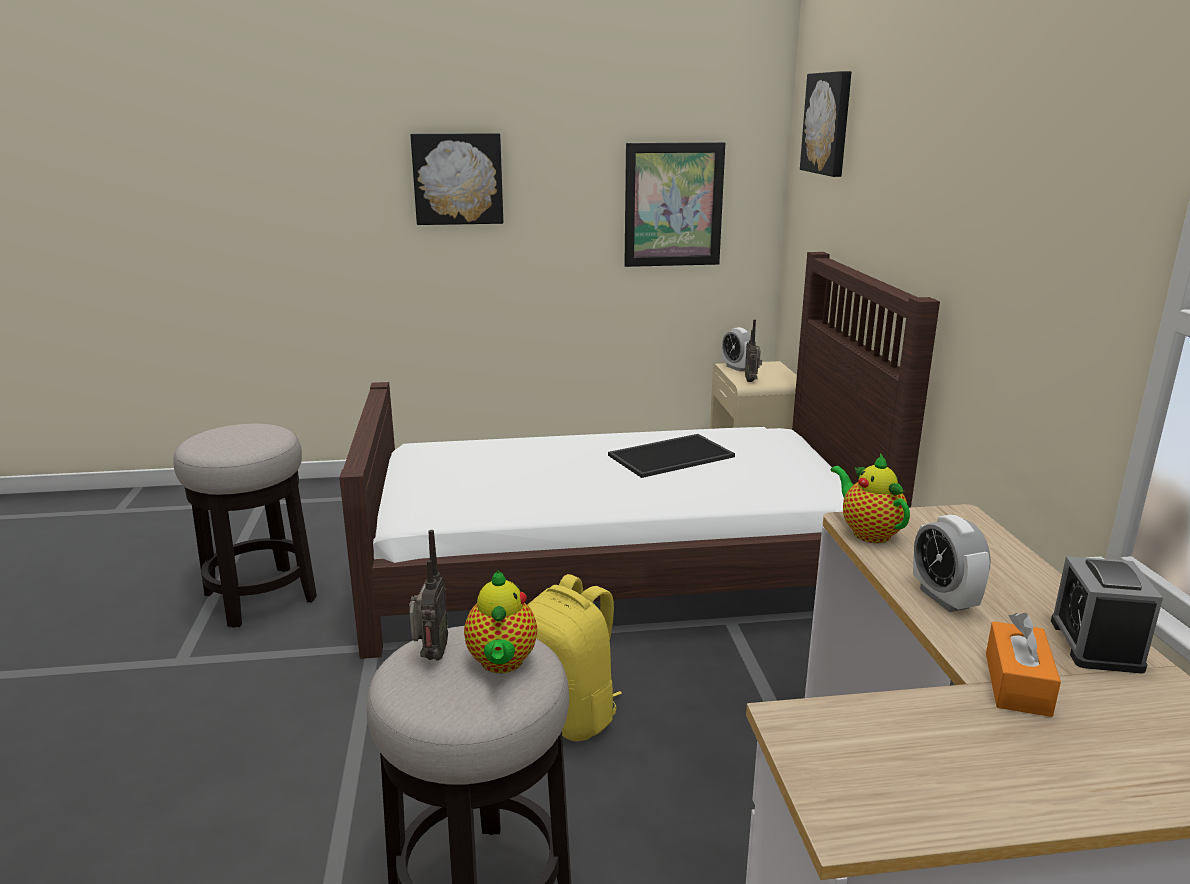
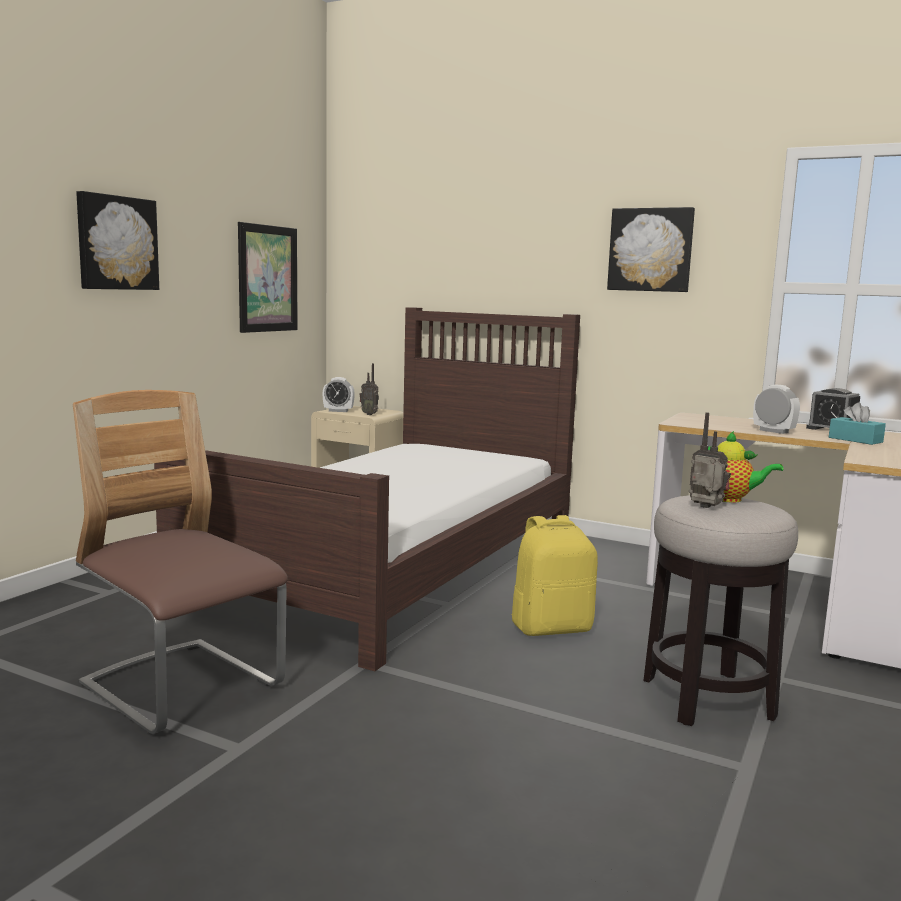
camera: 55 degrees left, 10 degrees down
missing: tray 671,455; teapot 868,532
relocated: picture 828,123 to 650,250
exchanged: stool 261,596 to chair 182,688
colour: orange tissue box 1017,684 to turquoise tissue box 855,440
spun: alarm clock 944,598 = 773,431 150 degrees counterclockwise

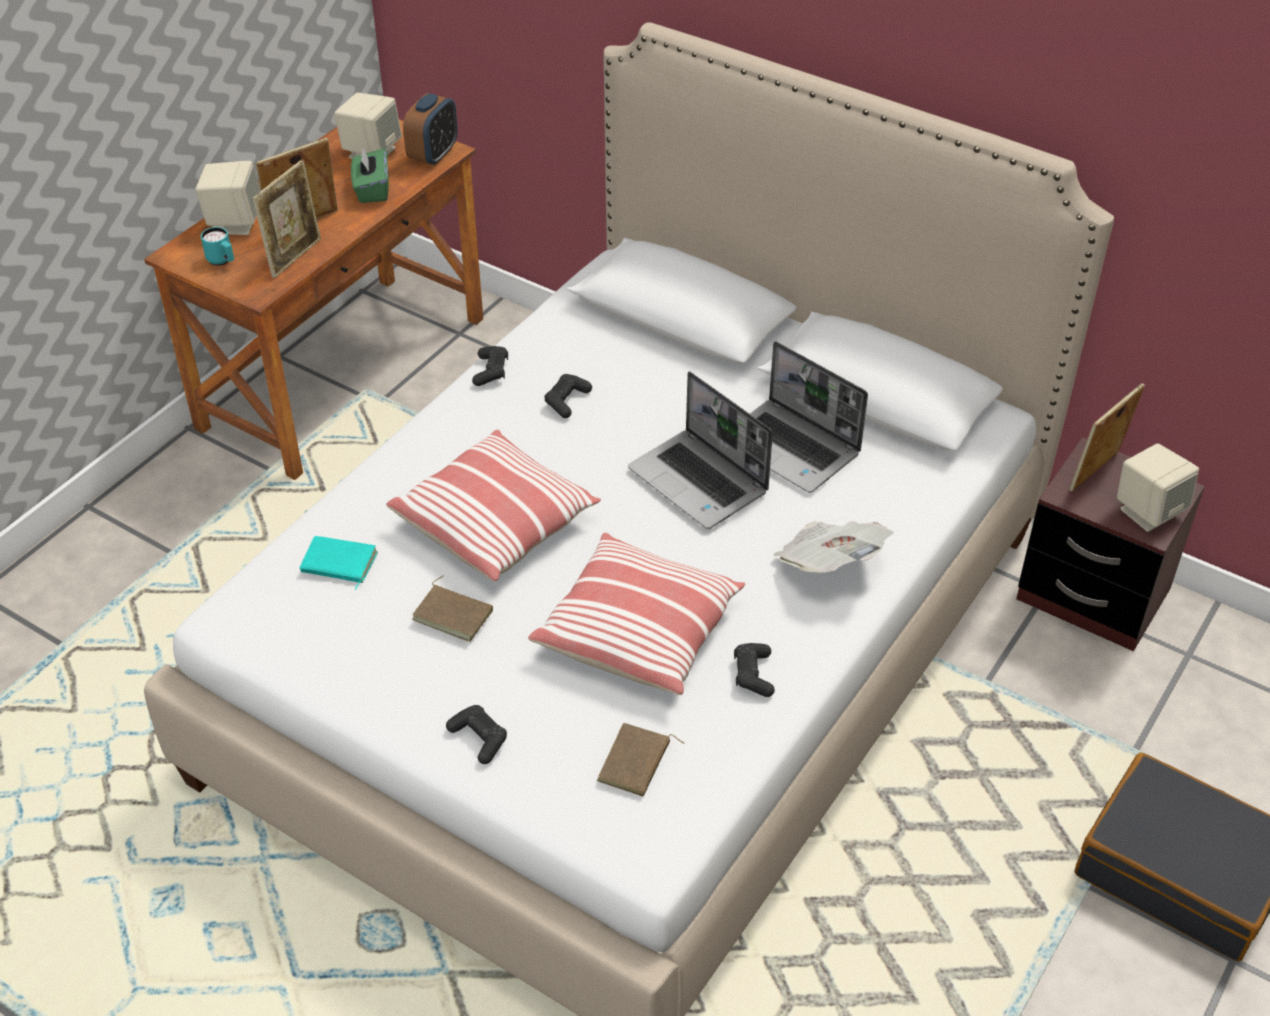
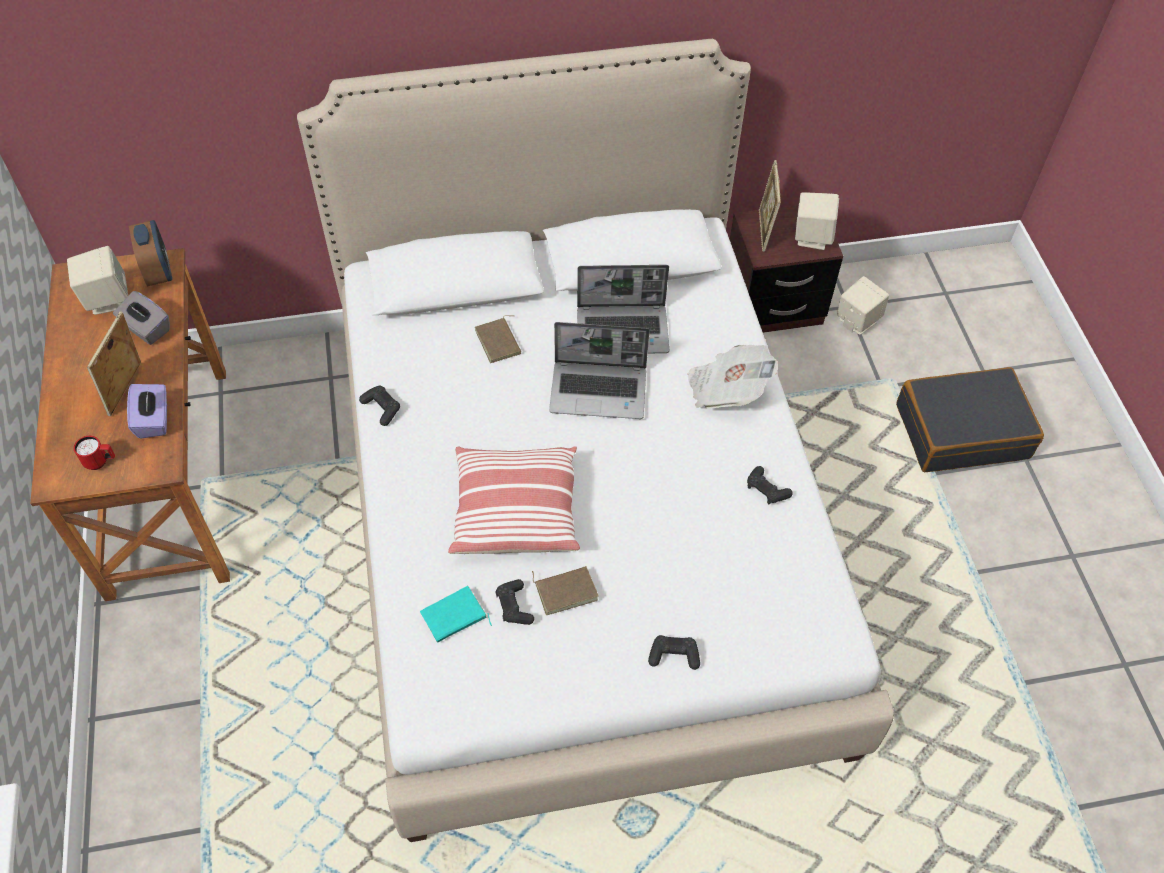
camera: 45 degrees left, 10 degrees up
missing: pillow 638,631
relocated: beige speaker 234,222 to 857,321; black game controller 567,401 to 514,606; brown book 636,763 to 499,342
exchanged: picture frame 294,257 to purple tissue box 154,420
colour: turquoise mug 222,261 to red mug 100,462; green tissue box 372,190 to grey tissue box 146,329

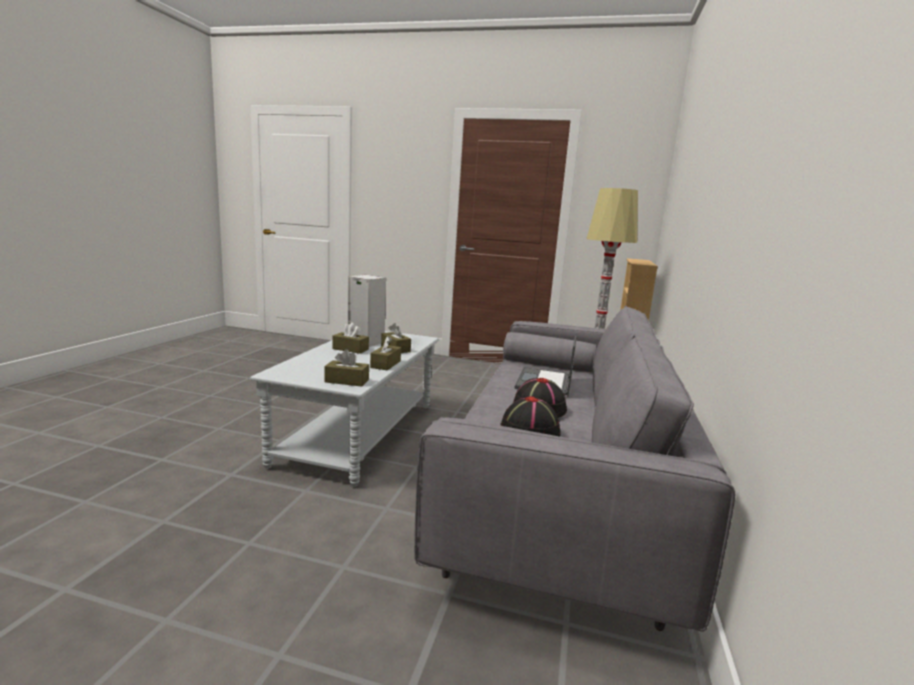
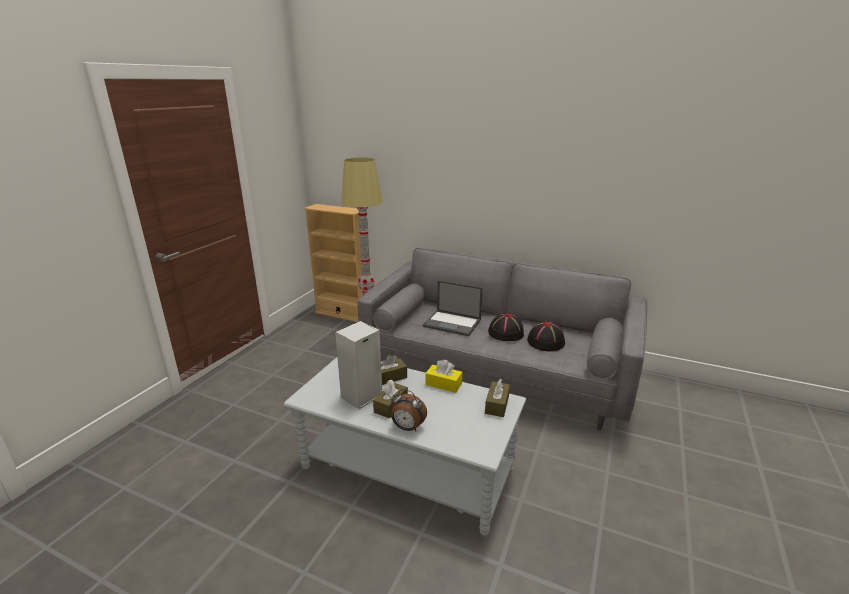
camera: 80 degrees left, 10 degrees up
appeared: alarm clock 407,428
colour: brown tissue box 385,364 to yellow tissue box 443,384

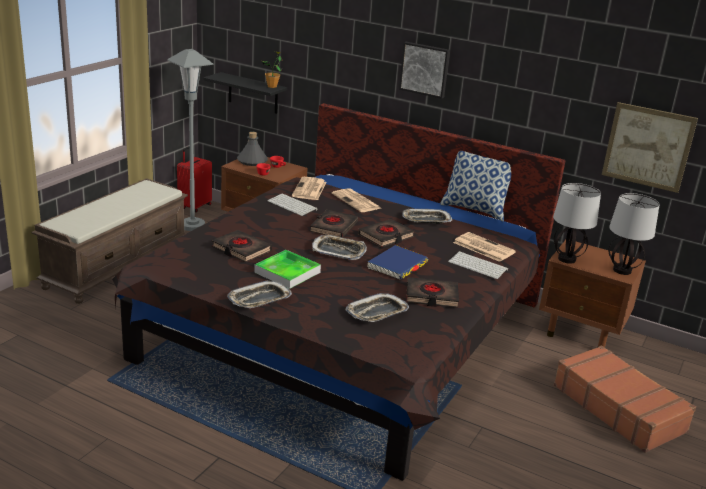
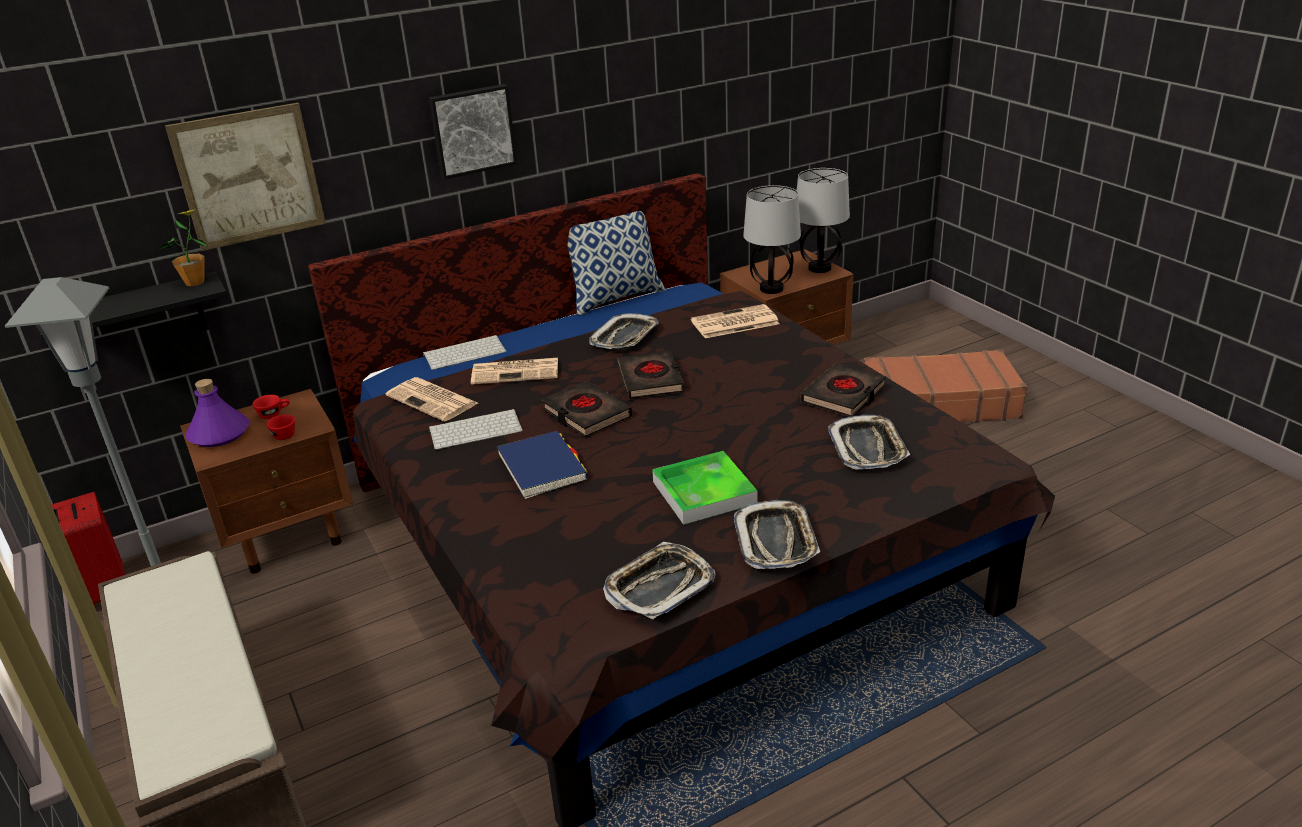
camera: 55 degrees left, 5 degrees up
missing: black book 241,249
relocated: tray 338,251 to 659,586; blue book 397,265 to 542,468; keyboard 479,266 to 465,353; picture 648,147 to 249,176
colour: grey bottle 252,161 to purple bottle 220,434

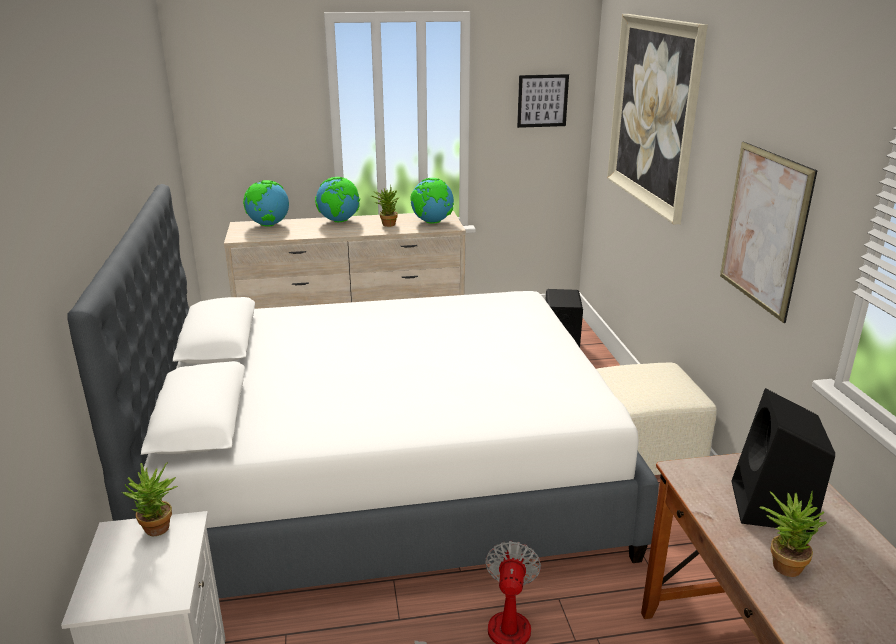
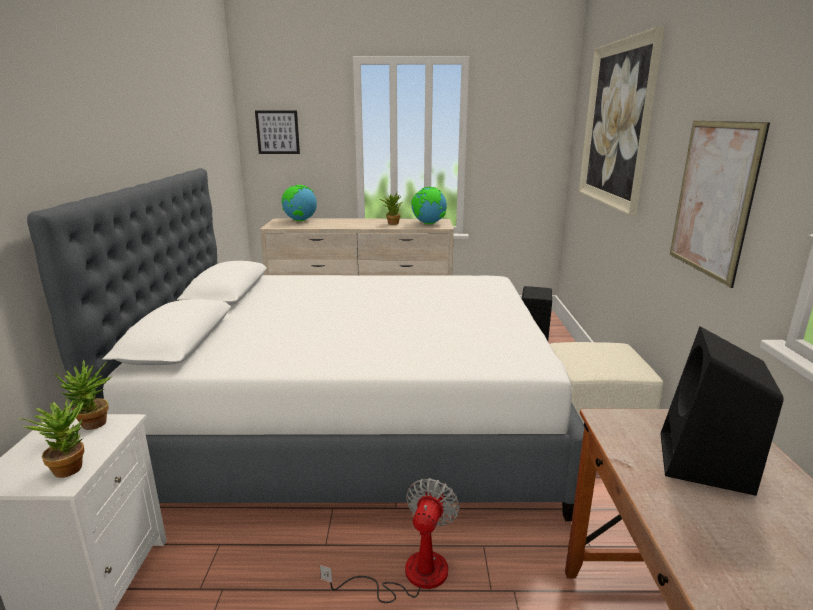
camera: 10 degrees right, 5 degrees down
missing: globe 339,221
relocated: picture 542,100 to 277,132; potted plant 782,563 to 70,466

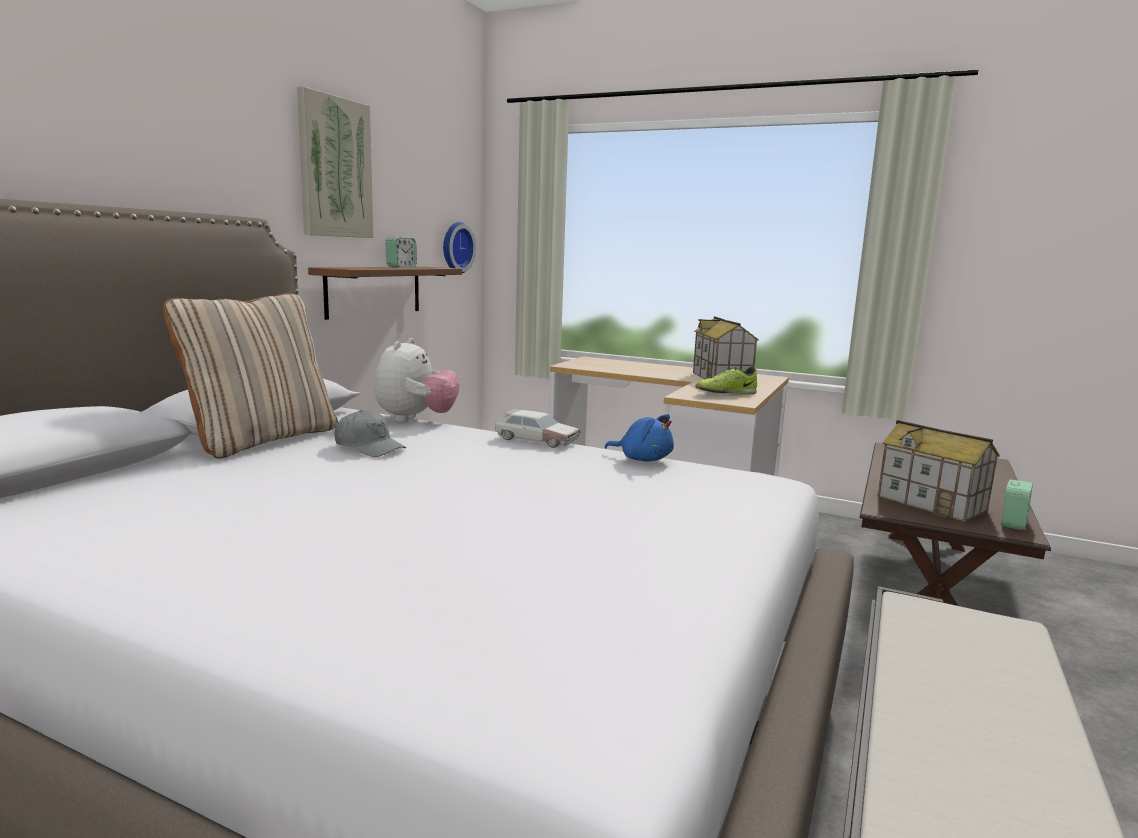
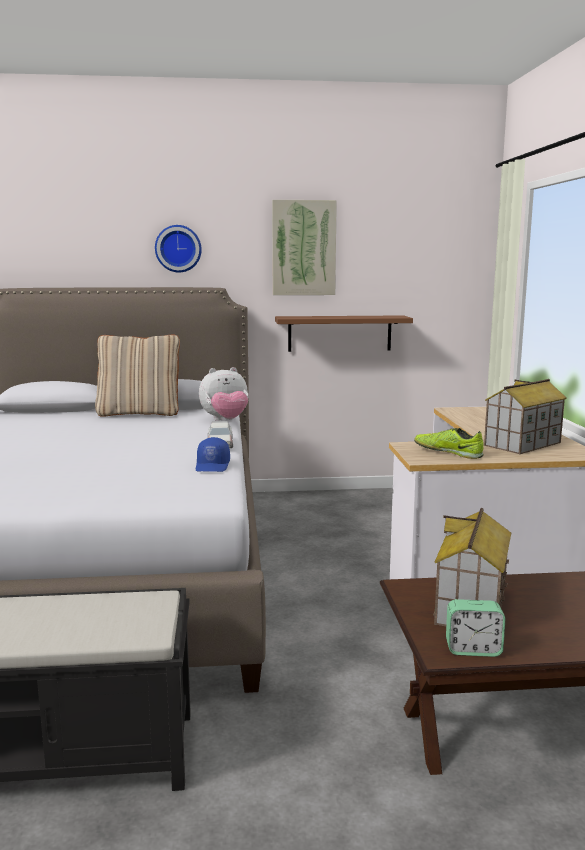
camera: 60 degrees right, 0 degrees up
missing: grey cap 369,447; alarm clock 401,267
relocated: wall clock 455,247 to 178,248
exchanged: blue plush toy 643,459 to blue cap 213,466

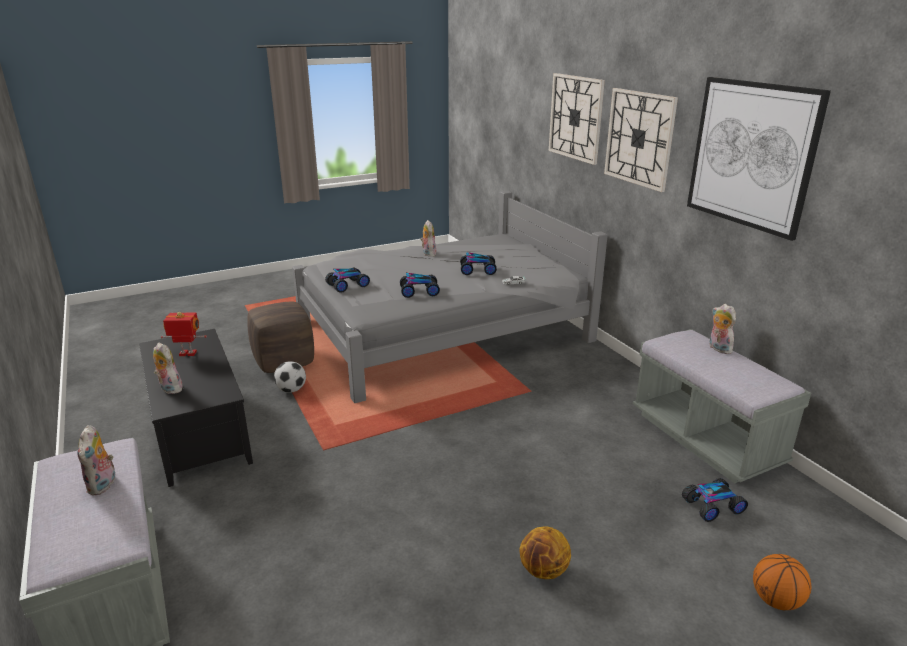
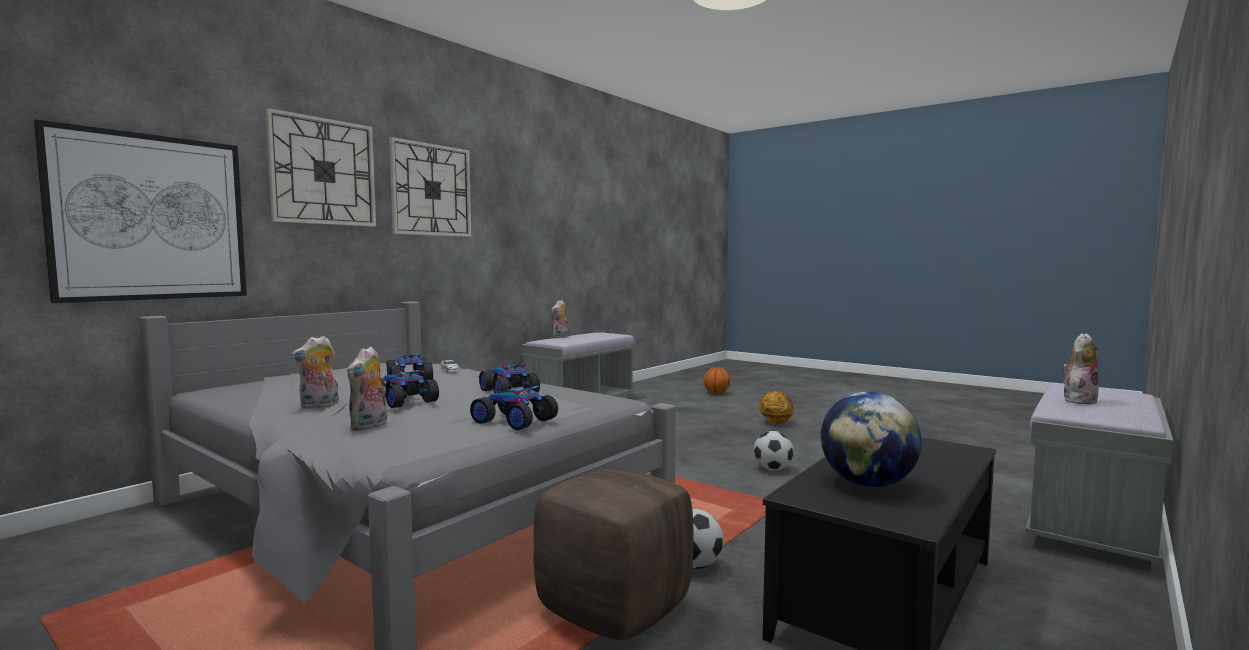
camera: 115 degrees left, 20 degrees down
appeared: football 773,469
relocated: plush toy 169,389 to 370,426; toy car 713,506 to 404,400; picture 751,155 to 151,217
exchanged: toy robot 187,354 to globe 867,484

